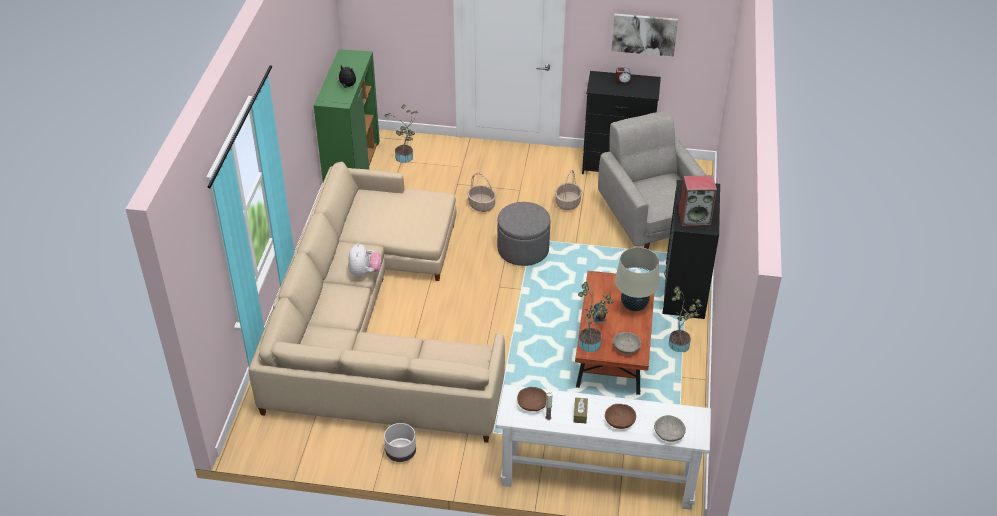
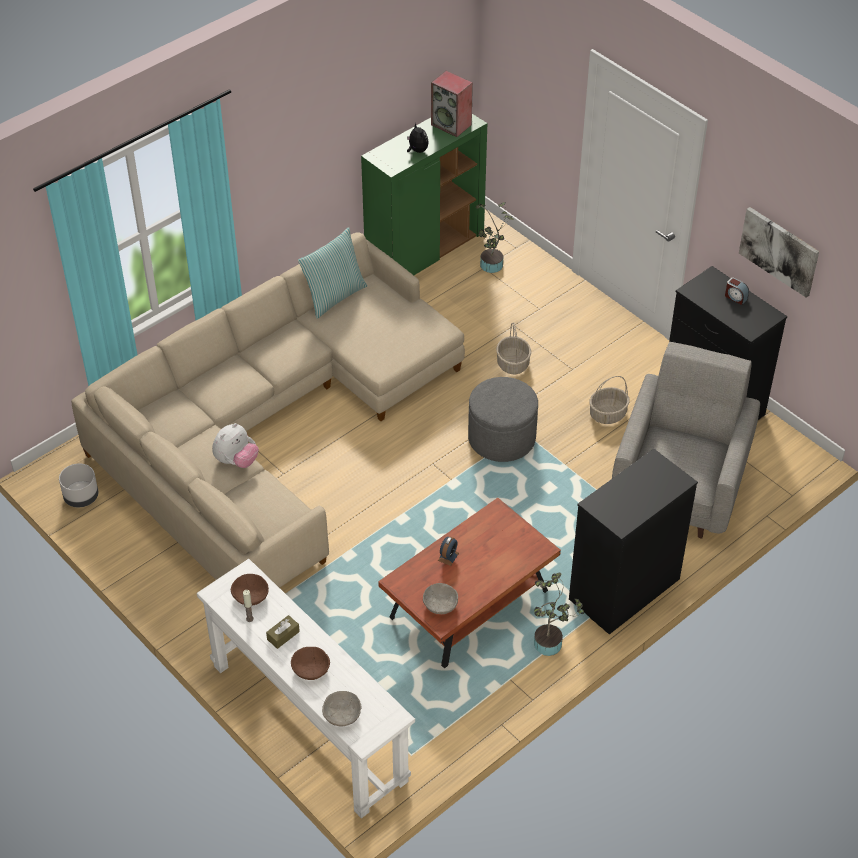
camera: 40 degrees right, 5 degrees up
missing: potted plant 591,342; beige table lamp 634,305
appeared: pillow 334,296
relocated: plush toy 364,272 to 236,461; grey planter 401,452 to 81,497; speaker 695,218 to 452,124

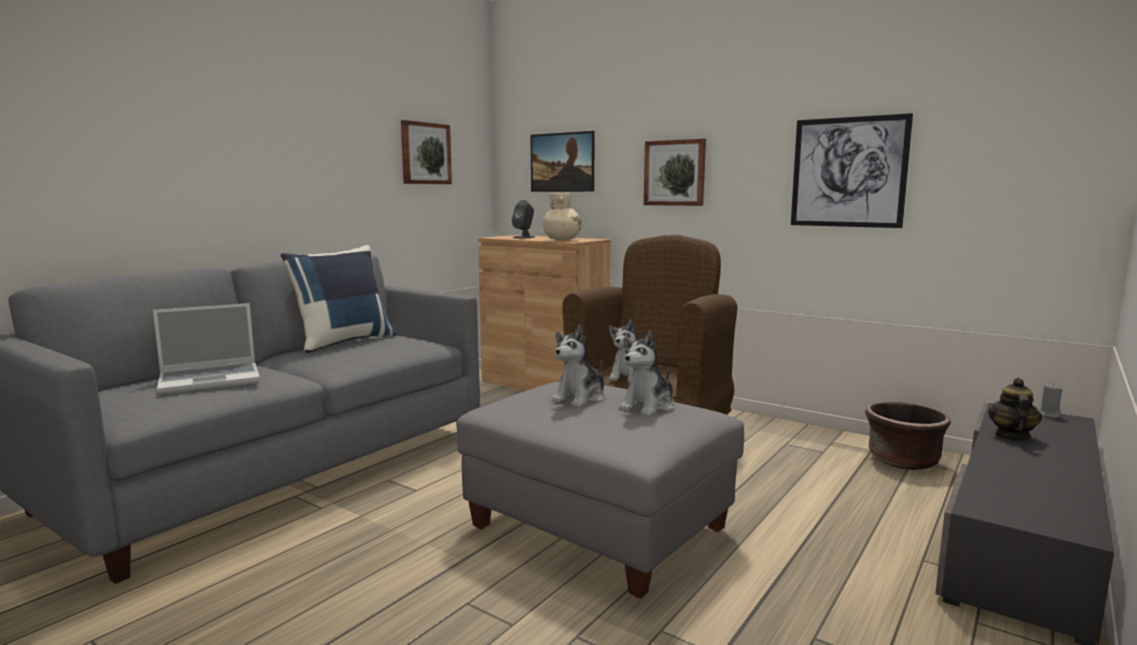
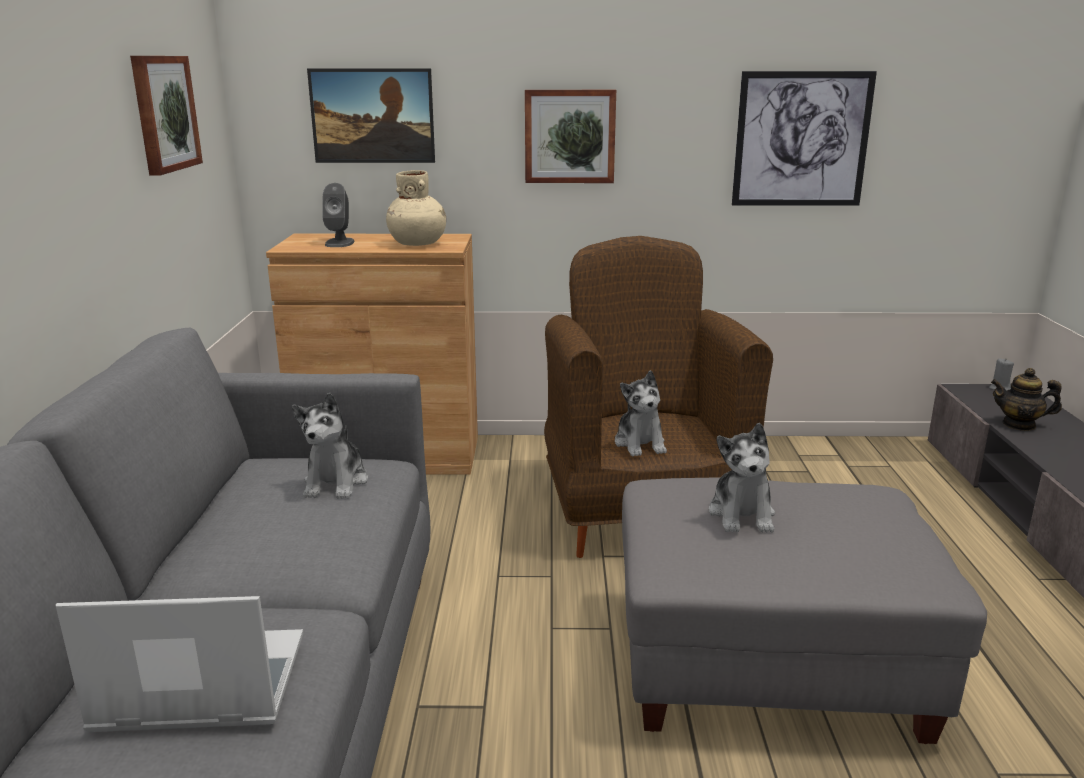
camera: 35 degrees left, 10 degrees up
missing: blue pillow 343,342; brown planter 902,460
relocated: plush toy 648,406 to 336,482
spun: laptop 211,380 = 198,686 120 degrees counterclockwise; teapot 1011,436 = 1019,425 60 degrees counterclockwise

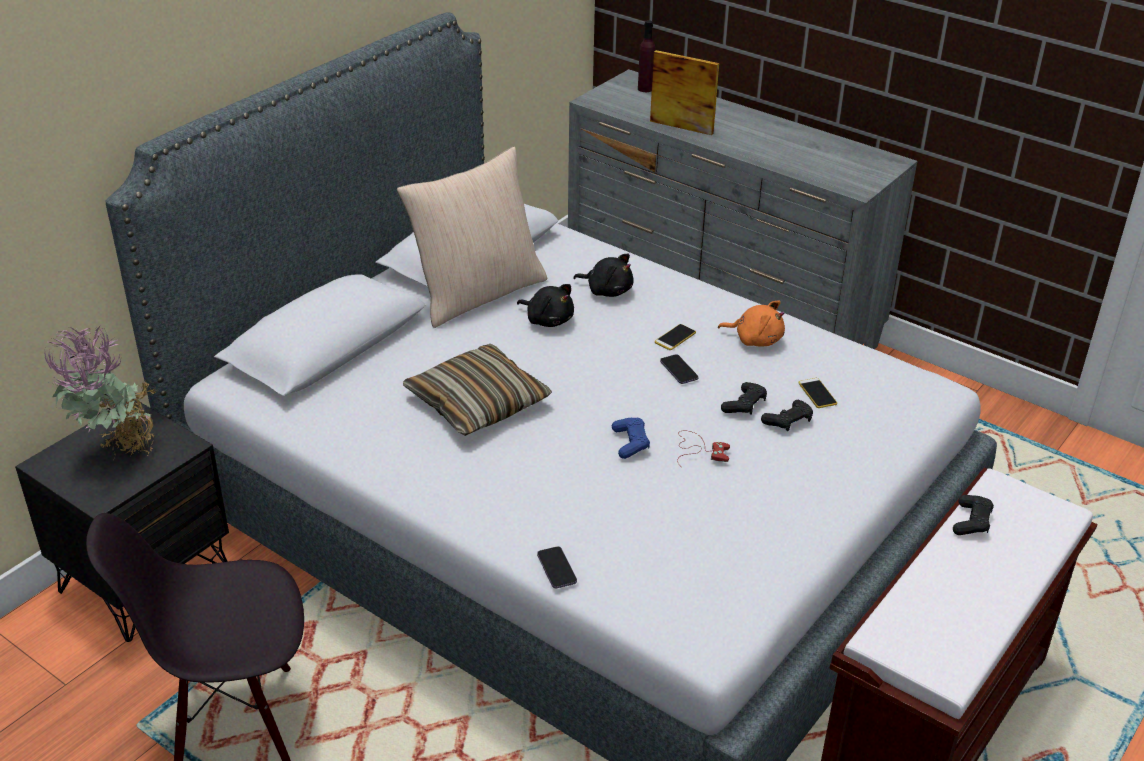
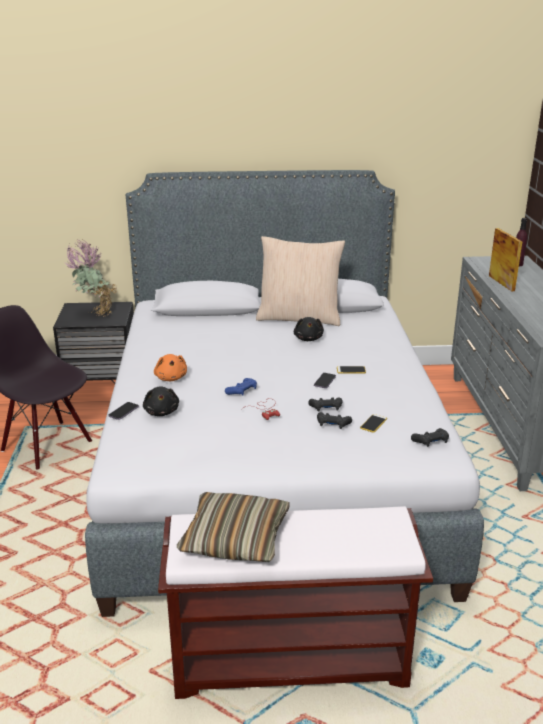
camera: 50 degrees right, 10 degrees down
relocated: pillow 478,403 to 235,538; black plush toy 607,290 to 161,412; orange plush toy 755,339 to 171,378; black game controller 971,522 to 431,442

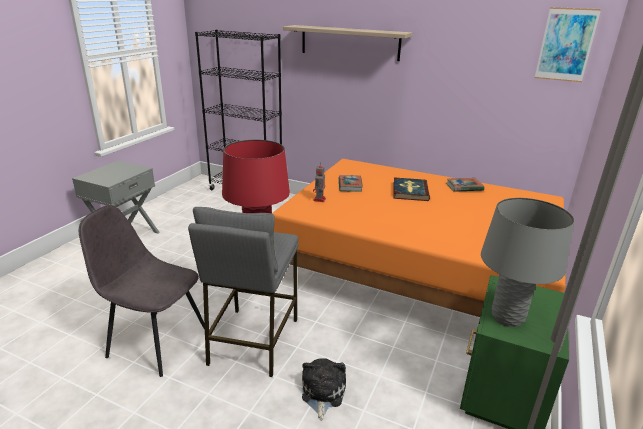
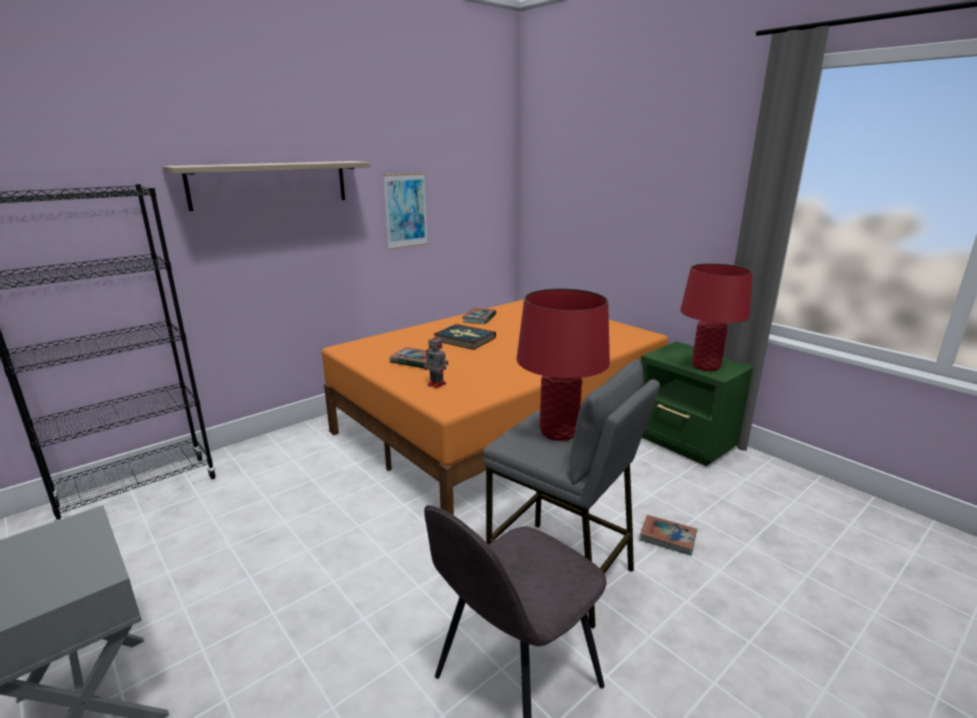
camera: 65 degrees left, 5 degrees down
relocated: picture 566,45 to 406,211
exchanged: plush toy 322,393 to book 668,537
colour: grey table lamp 507,317 to red table lamp 705,366

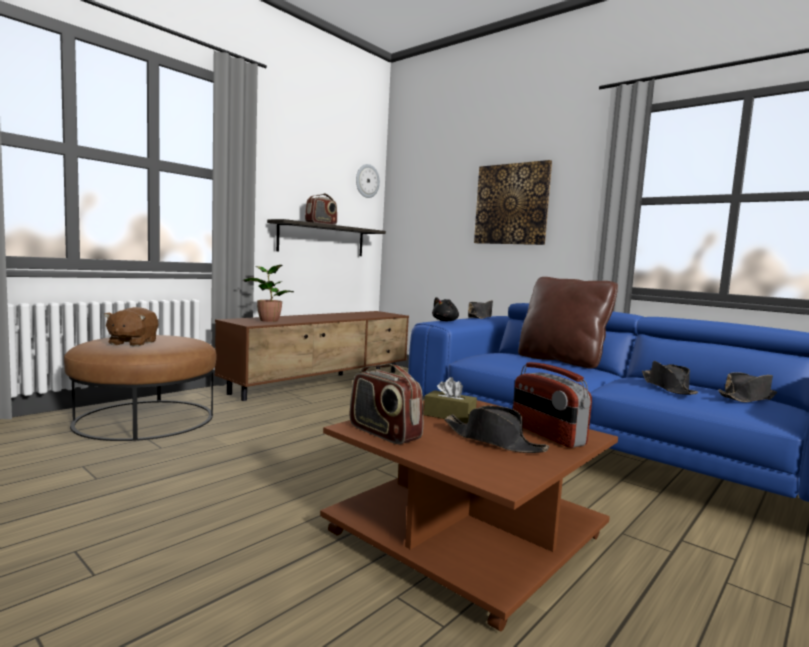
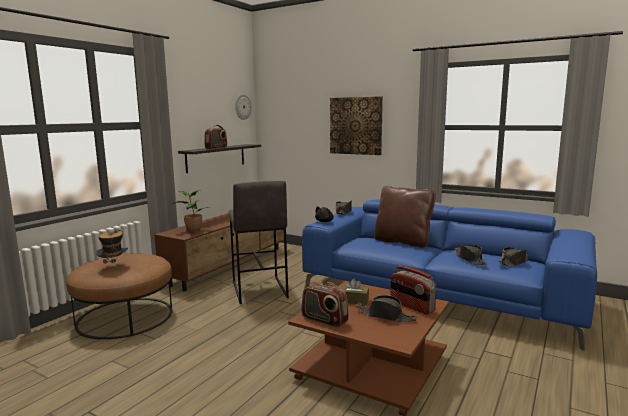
camera: 10 degrees left, 5 degrees up
appeared: grey stool 258,290
exchanged: brown plush toy 132,343 to hat 114,267

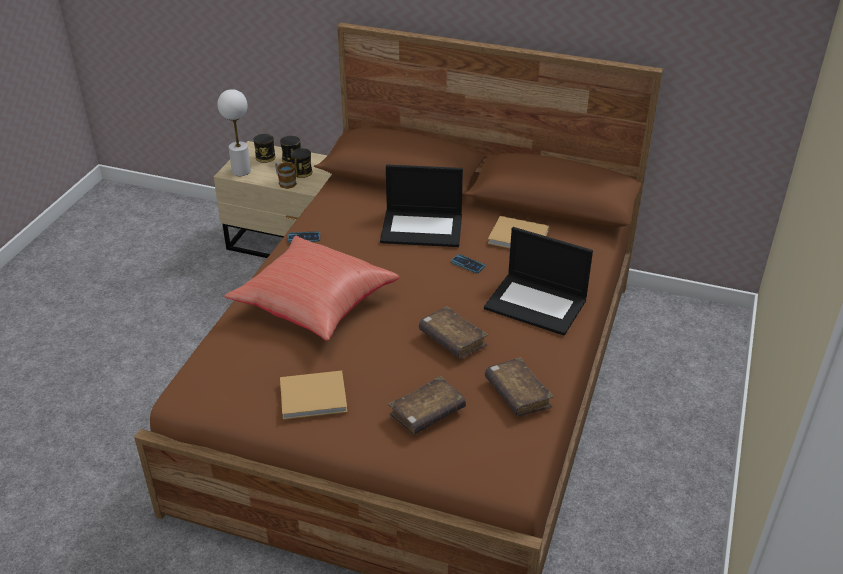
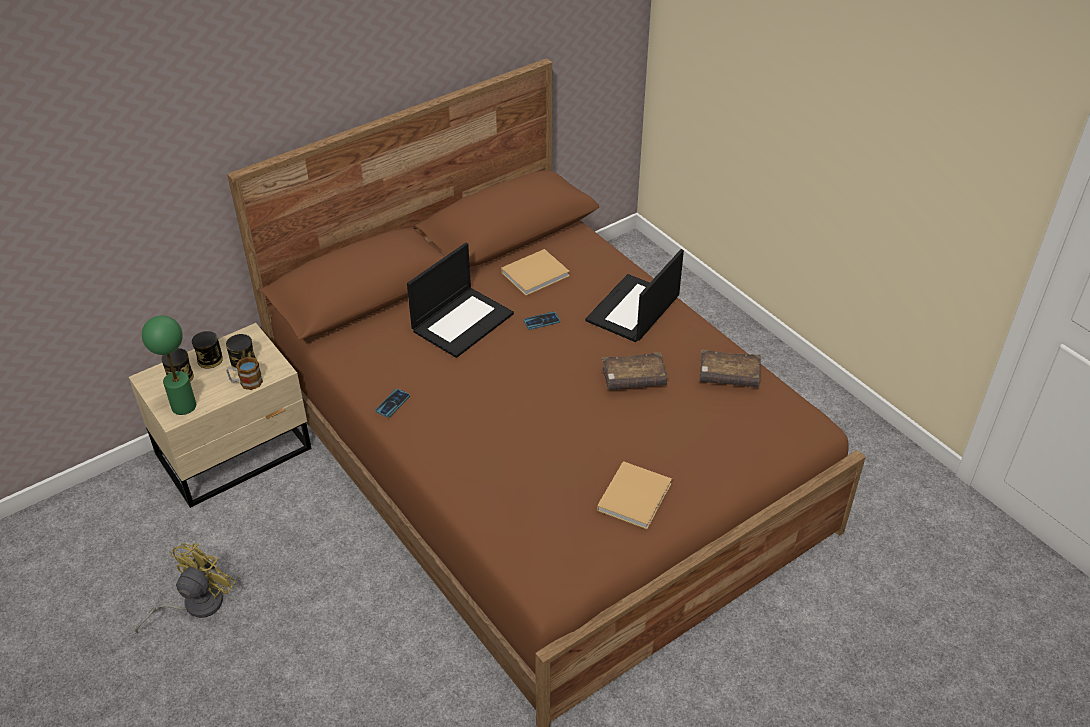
camera: 55 degrees left, 5 degrees up
missing: red pillow 313,306; brown book 427,413
appeared: yellow fan 195,605
colour: white table lamp 241,171 to green table lamp 184,406
spun: laptop 537,304 = 633,310 150 degrees clockwise

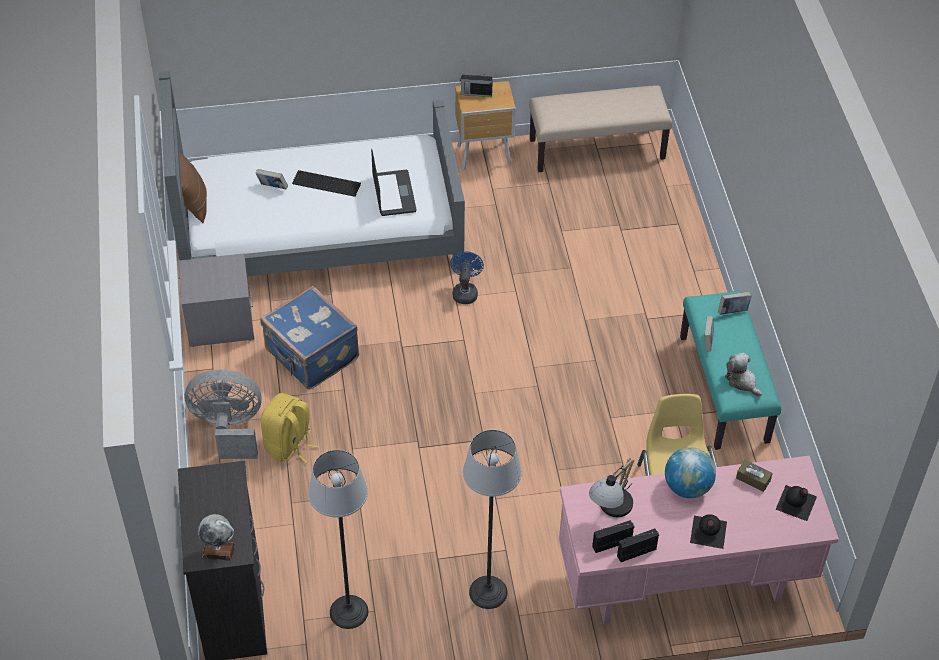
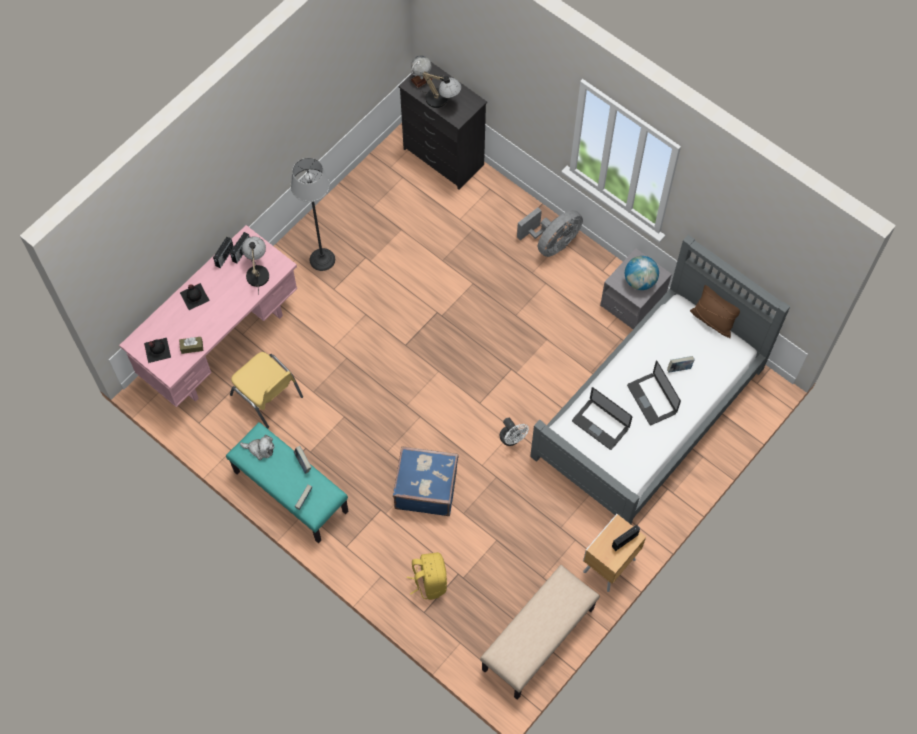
camera: 140 degrees right, 15 degrees up
missing: floor lamp 348,611
appeared: table lamp 442,101
relocated: blue suitcase 311,356 to 425,487; yellow backpack 289,445 to 429,581; globe 687,487 to 640,281
exchanged: keyboard 326,182 to laptop 651,399
colour: blue fan 465,291 to white fan 512,439

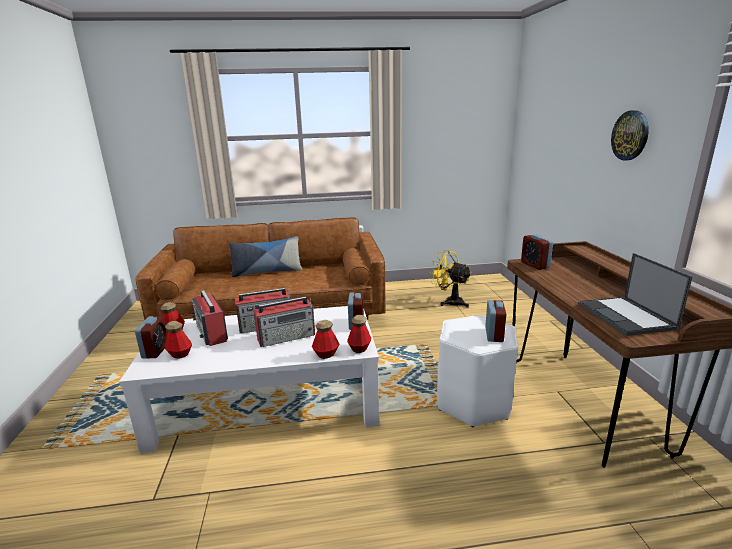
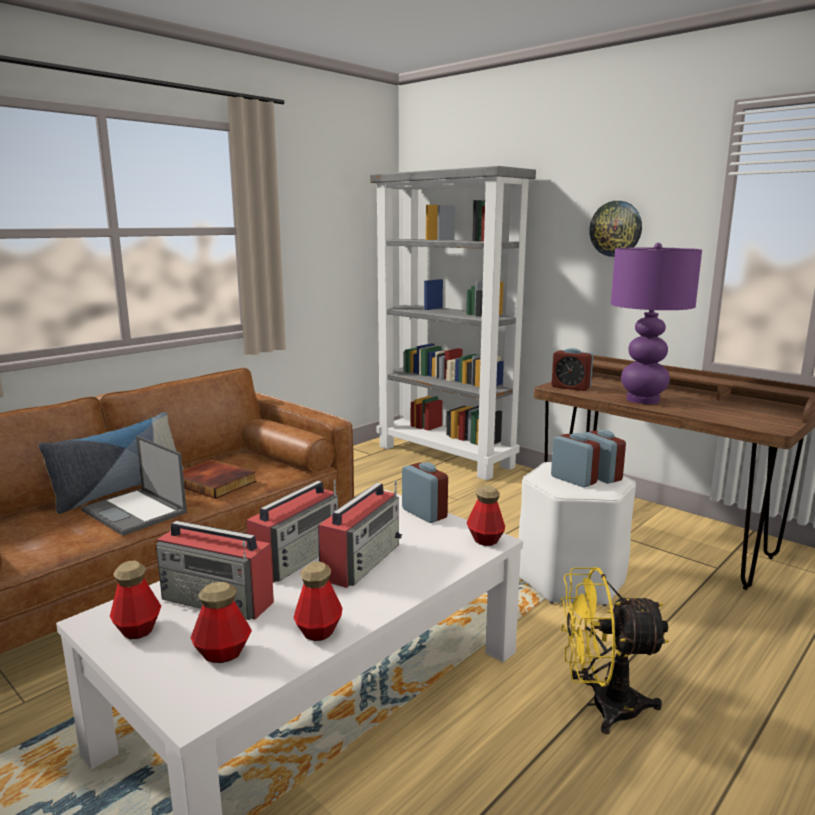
camera: 40 degrees left, 5 degrees down
appeared: book 215,482; grey bookcase 446,456; purple table lamp 642,400
relocated: alarm clock 155,351 to 573,480; bottle 326,354 to 319,631; yellow fan 450,301 to 602,706; laptop 626,316 to 135,512

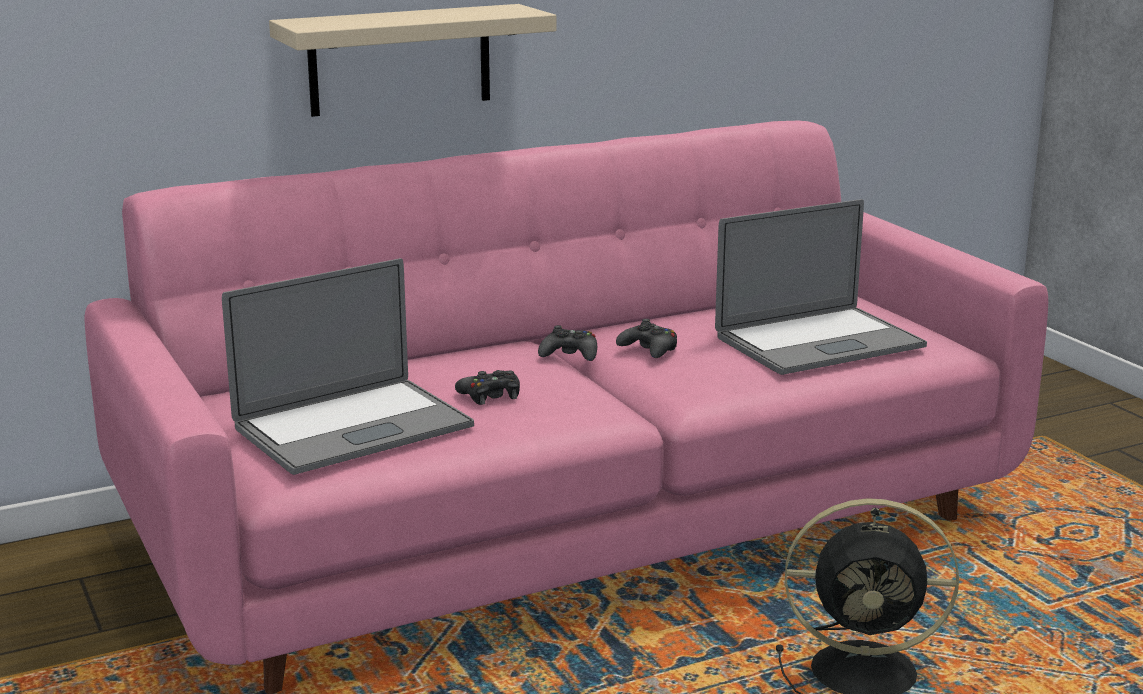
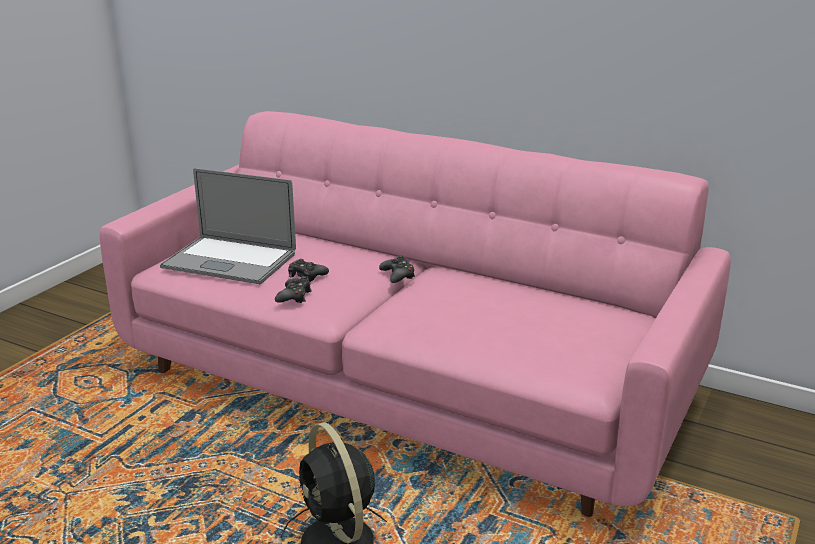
camera: 55 degrees right, 5 degrees up
missing: beige shelf 400,60; laptop 819,342
relocated: black game controller 649,349 to 294,296

